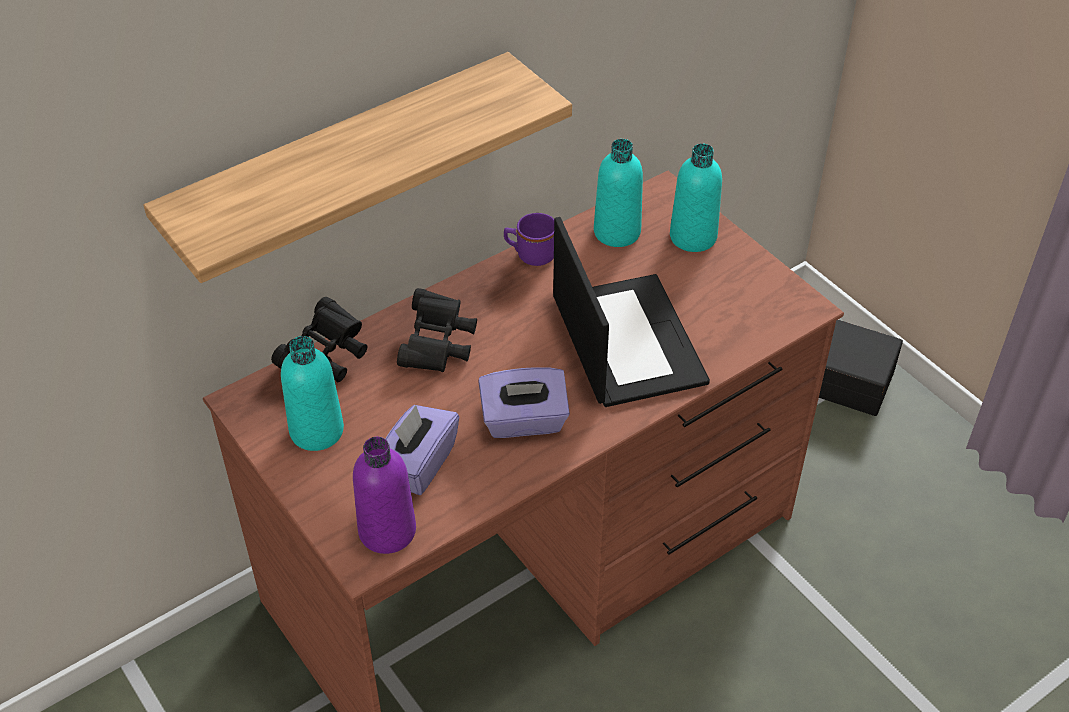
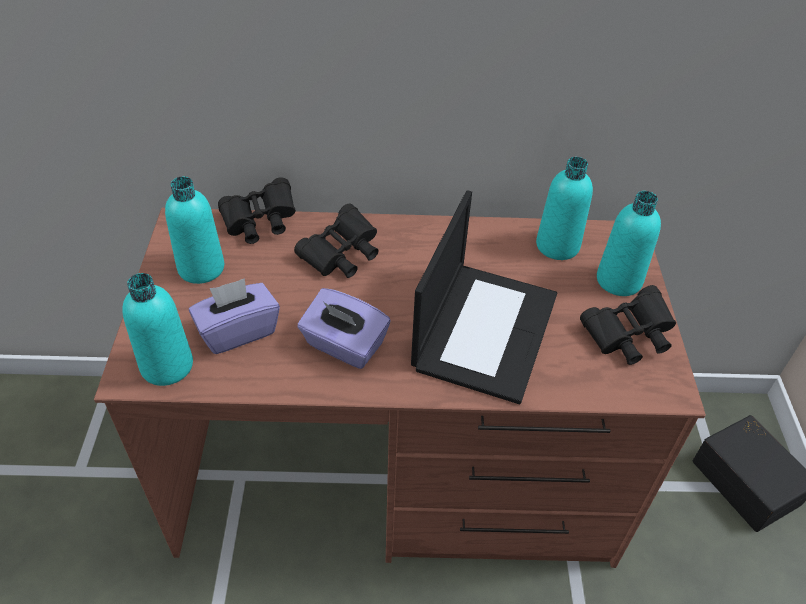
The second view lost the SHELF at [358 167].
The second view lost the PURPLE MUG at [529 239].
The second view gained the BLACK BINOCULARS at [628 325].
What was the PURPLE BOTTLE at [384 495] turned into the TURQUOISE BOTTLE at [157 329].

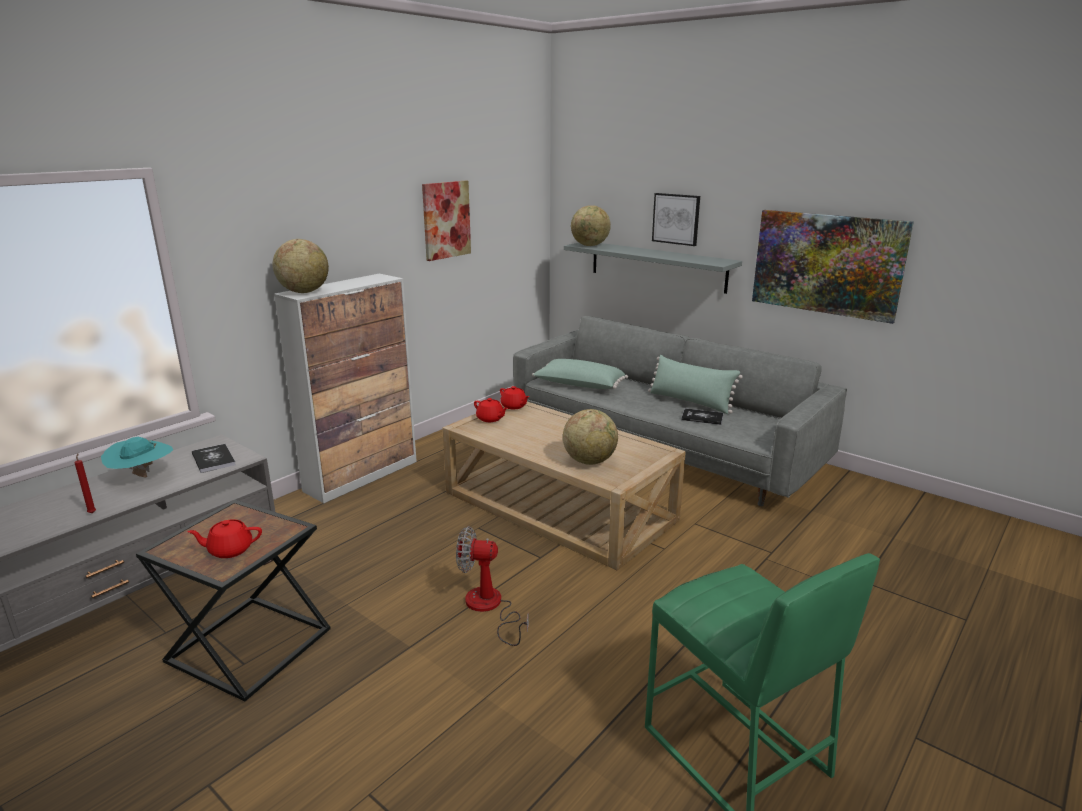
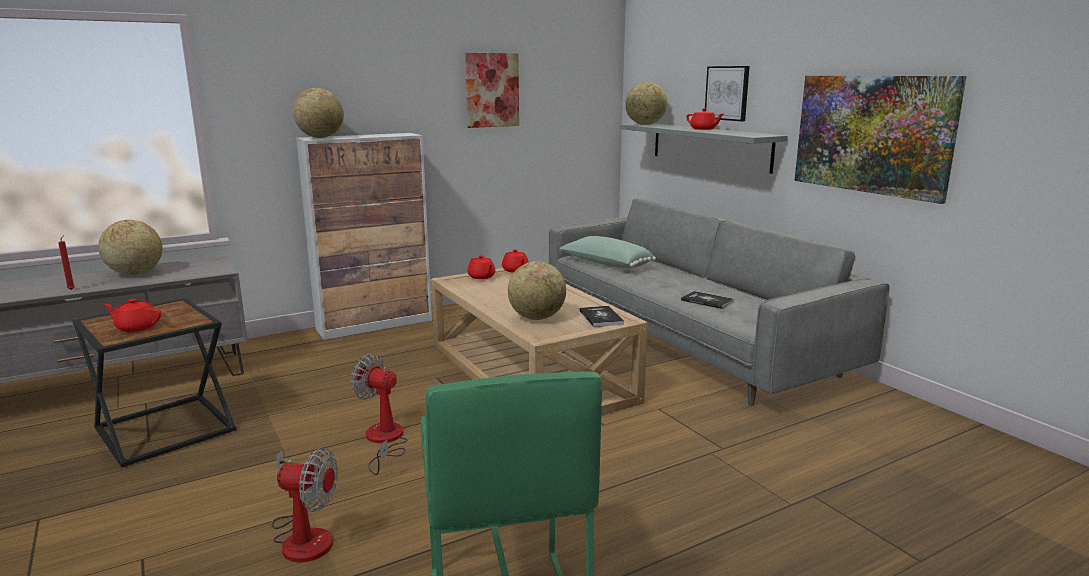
The second view lost the GREEN PILLOW at [695 384].
The second view gained the FAN at [305 505].
The second view gained the RED TEAPOT at [704 119].
The BOOK ended up elsewhere, having gone from [214 458] to [601 316].
Where the TURQUOISE HAT stood at [137 457], the GLOBE came to stand at [130 247].

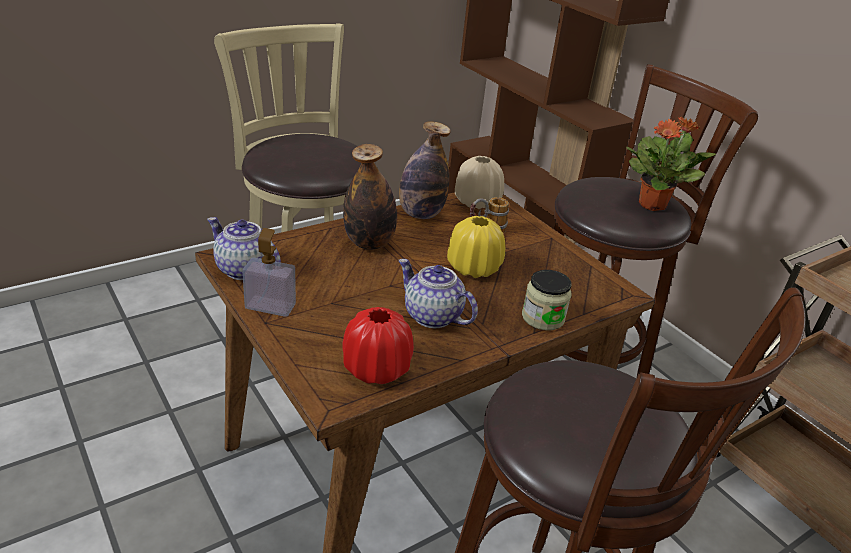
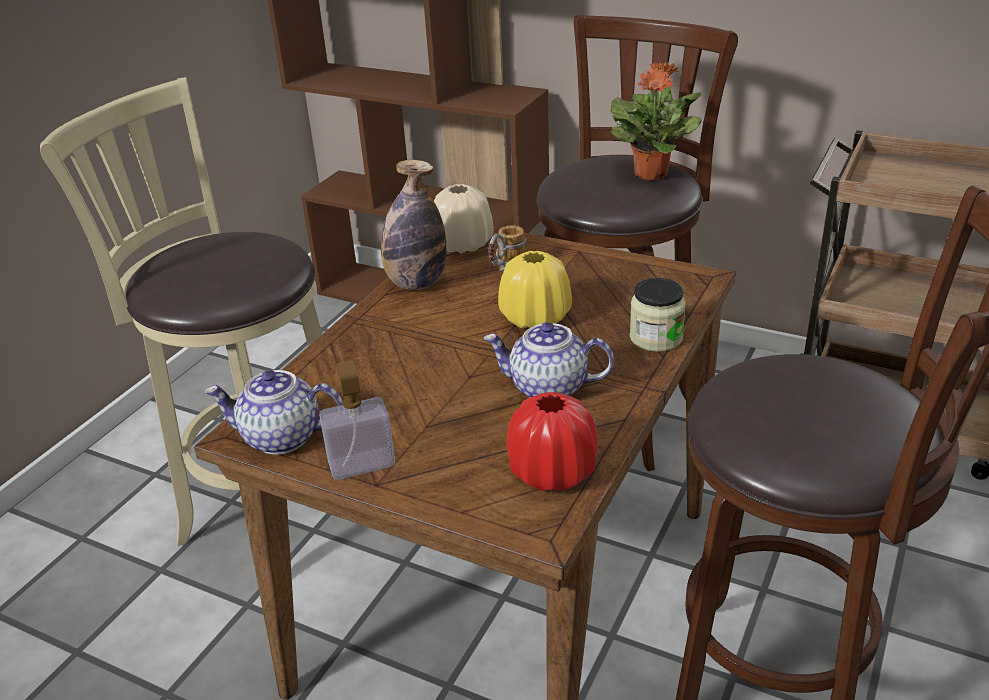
The second view lost the BOTTLE at [370 197].

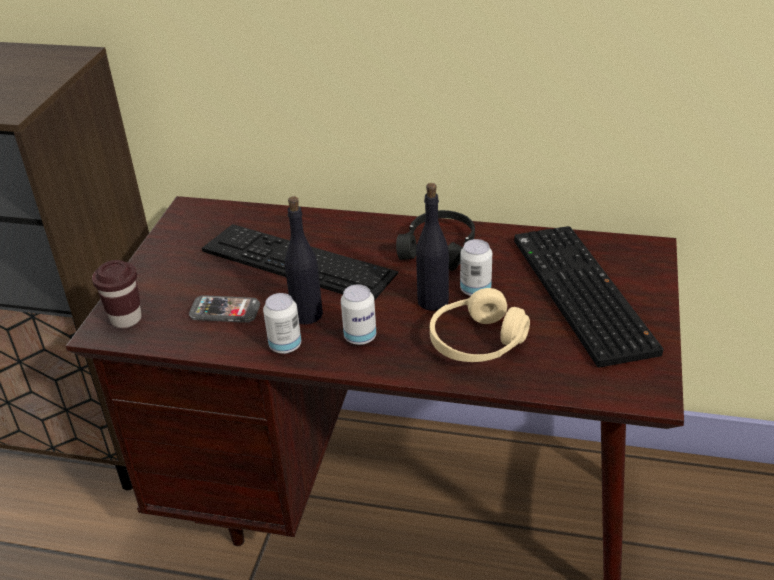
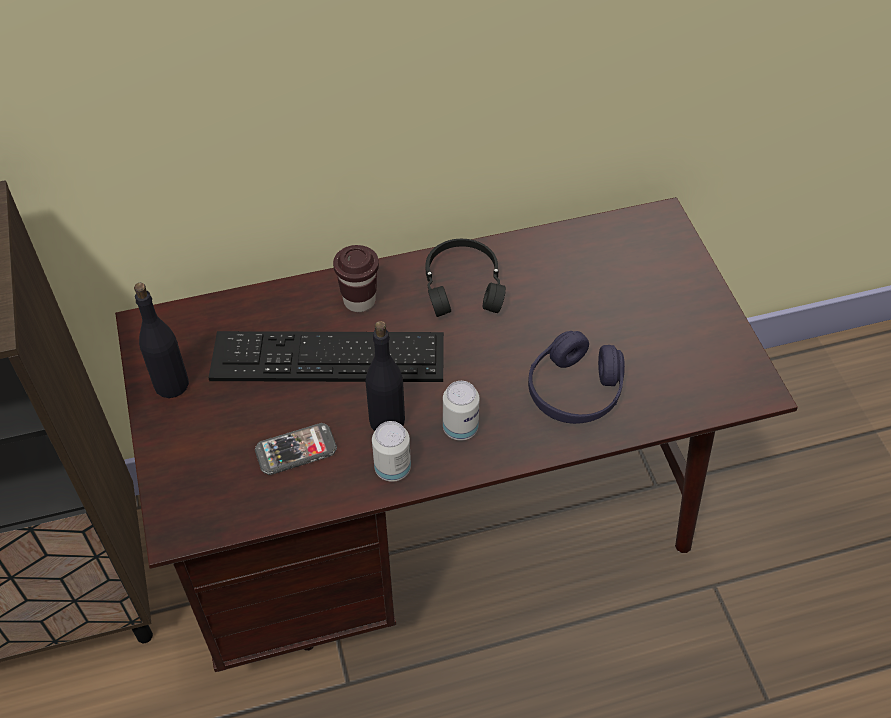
The second view lost the CAN at [476 267].
The second view lost the KEYBOARD at [589 296].
The BROWN CUP ended up elsewhere, having gone from [117 294] to [356 278].
The BLACK BOTTLE ended up elsewhere, having gone from [432 247] to [161 340].
What was the BEIGE HEADPHONES at [480 325] turned into the PURPLE HEADPHONES at [576 377].

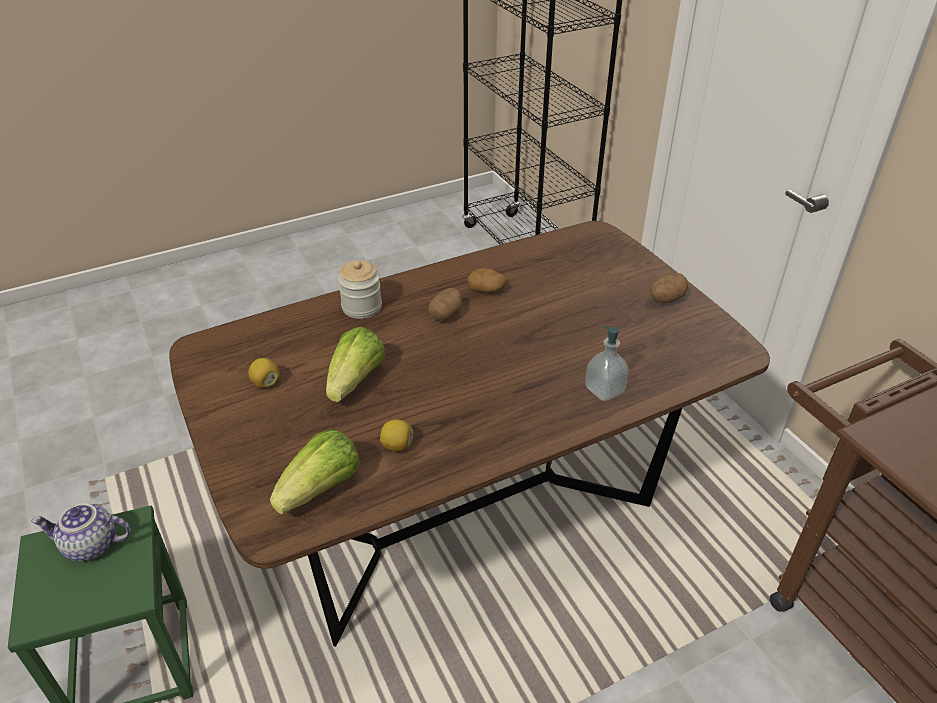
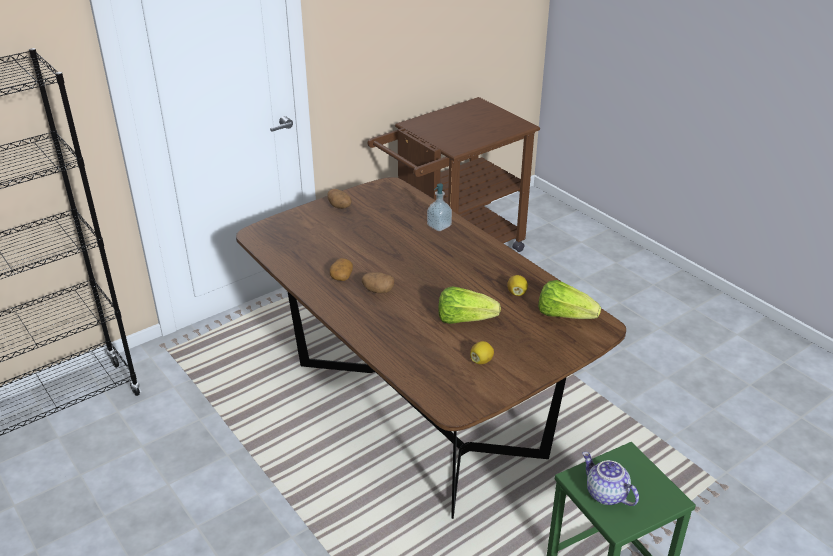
The second view lost the JAR at [360 289].
The TEAPOT at [81 532] ended up facing another way, 150 degrees clockwise from before.

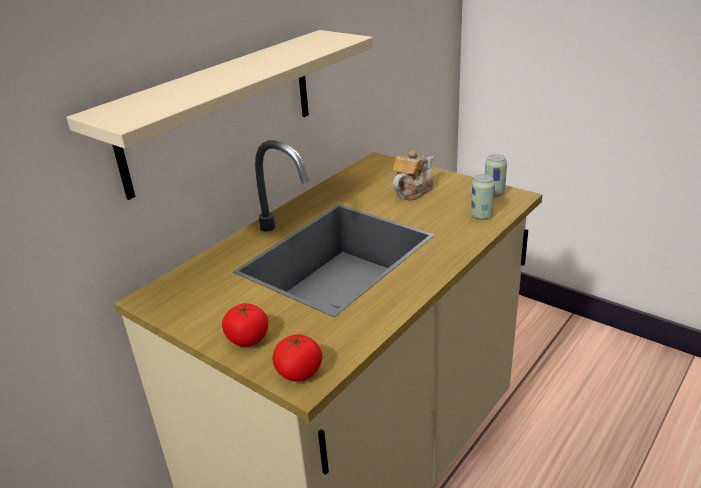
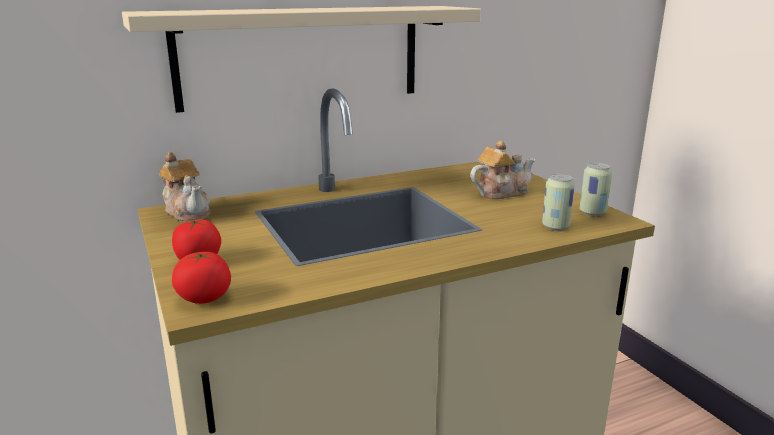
The second view gained the TEAPOT at [185 187].

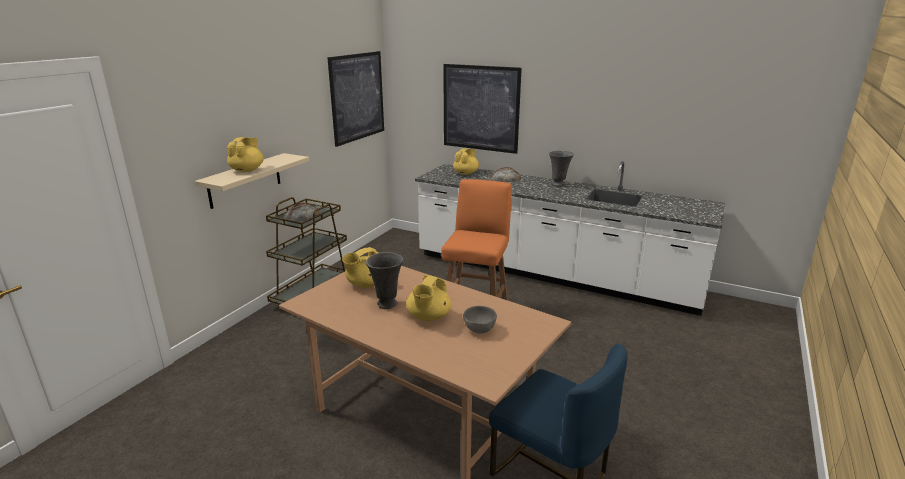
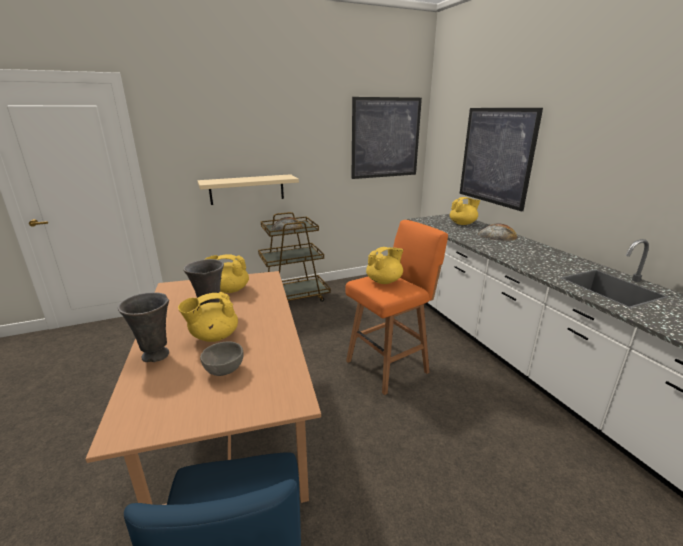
The YELLOW TEAPOT ended up elsewhere, having gone from [245 154] to [384 265].
The GREY VASE ended up elsewhere, having gone from [561 168] to [143 327].

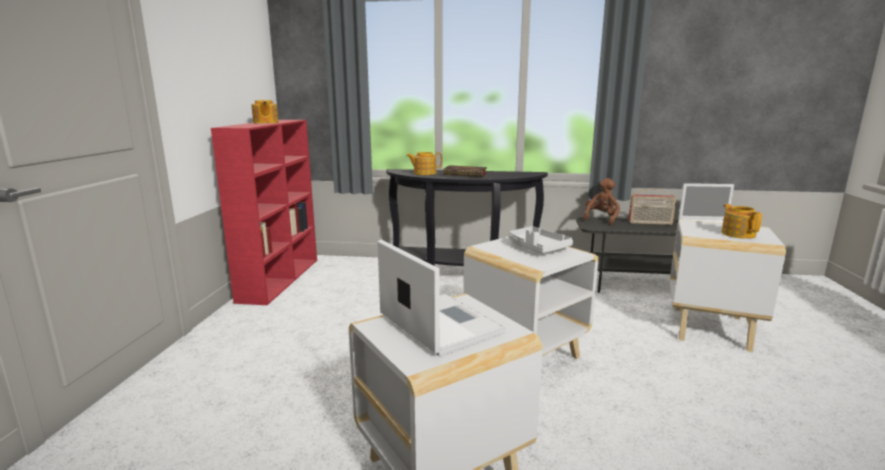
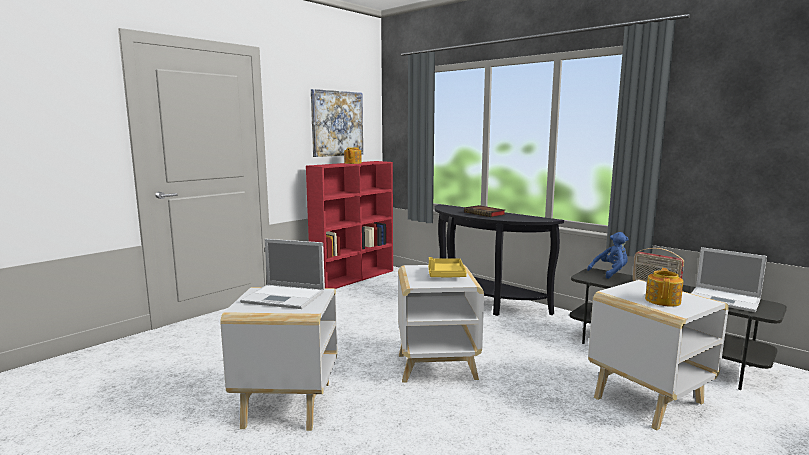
The second view lost the TEAPOT at [424 163].
The second view gained the PICTURE at [337 123].
What was the GREY TRAY at [541 239] turned into the YELLOW TRAY at [447 267].
What was the BROWN PLUSH TOY at [602 201] turned into the BLUE PLUSH TOY at [608 255].
The LAPTOP at [441 298] ended up facing another way, 105 degrees clockwise from before.

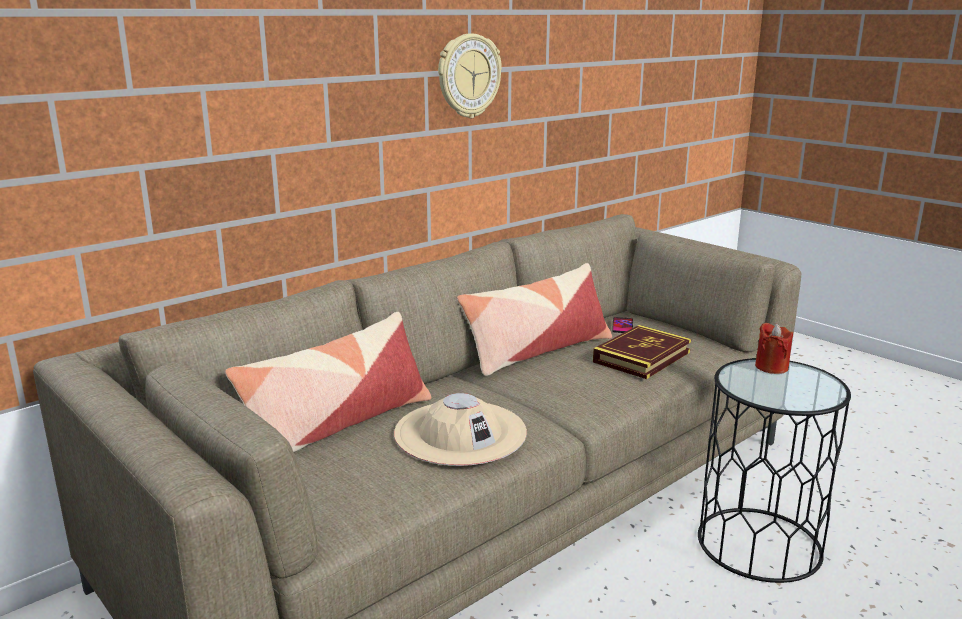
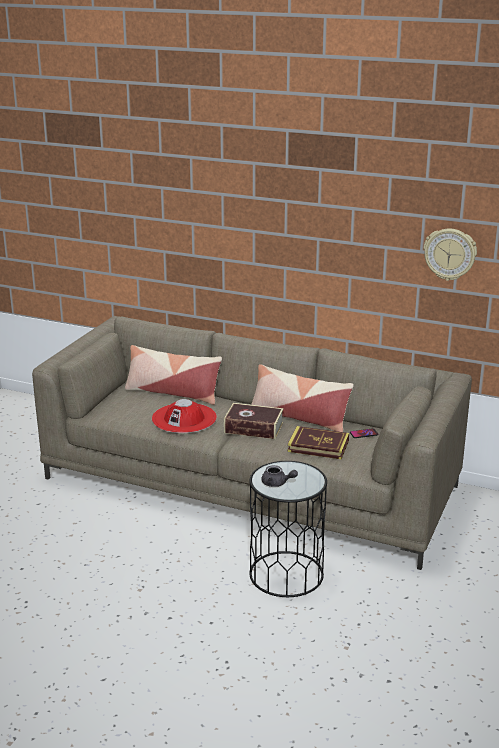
The second view lost the RED CANDLE at [774 348].
The second view gained the BOOK at [254 421].
The second view gained the GREY TEAPOT at [280 476].
The WALL CLOCK ended up elsewhere, having gone from [470 75] to [450 255].
What was the BEIGE HAT at [460 429] turned into the RED HAT at [184 416].

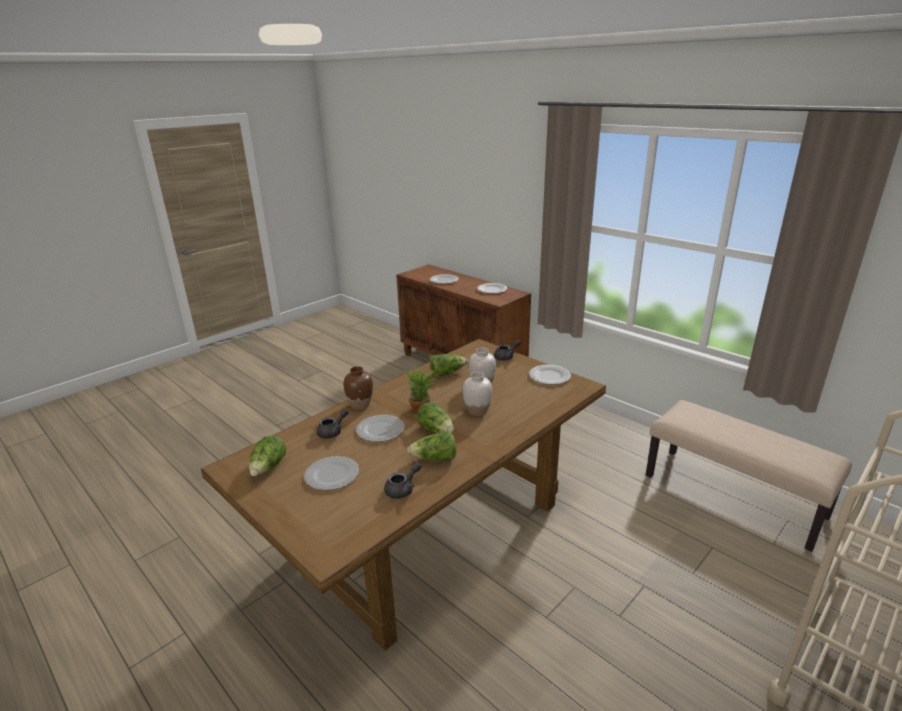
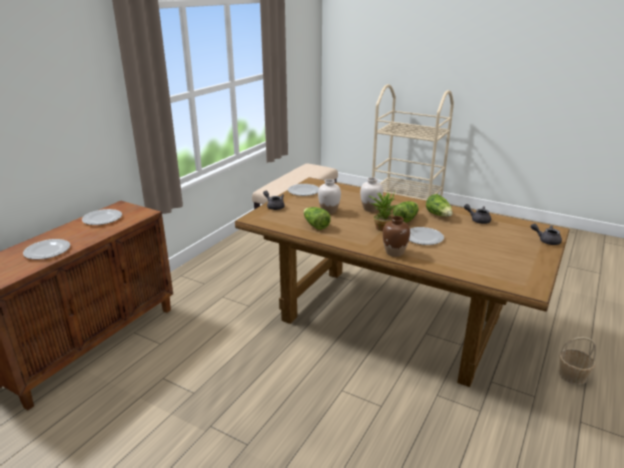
The second view lost the LETTUCE at [267 456].
The second view lost the PLATE at [331 473].
The second view gained the BASKET at [577 361].
The GREY TEAPOT ended up elsewhere, having gone from [333 423] to [546 234].

